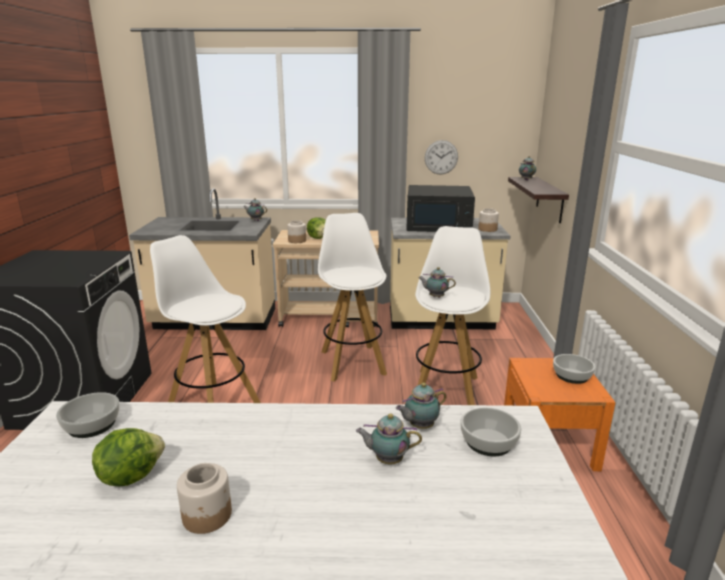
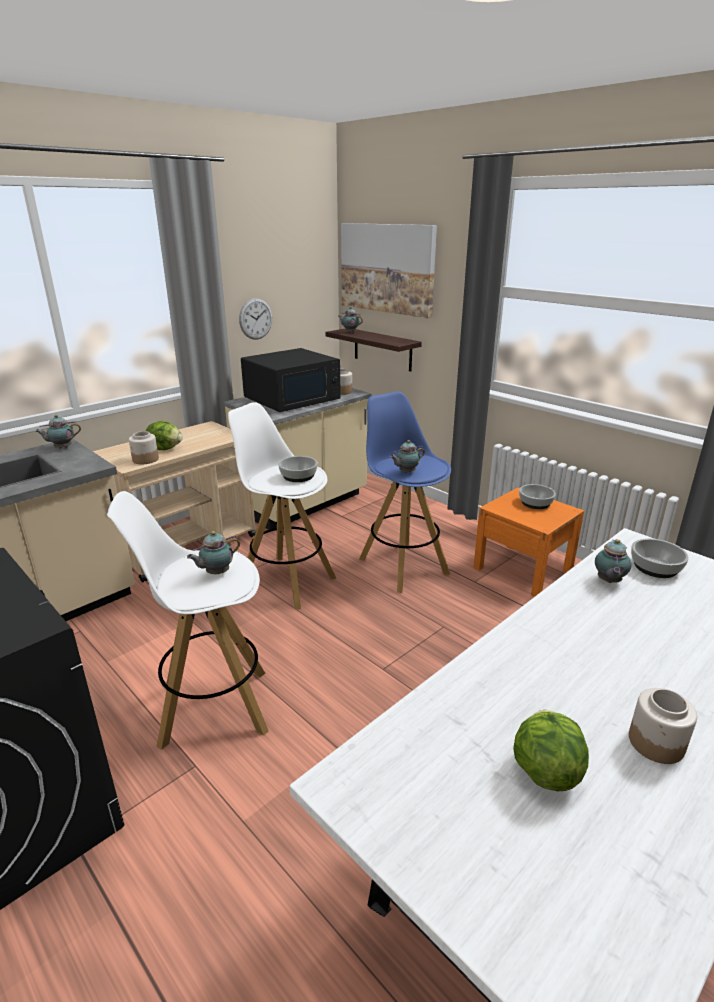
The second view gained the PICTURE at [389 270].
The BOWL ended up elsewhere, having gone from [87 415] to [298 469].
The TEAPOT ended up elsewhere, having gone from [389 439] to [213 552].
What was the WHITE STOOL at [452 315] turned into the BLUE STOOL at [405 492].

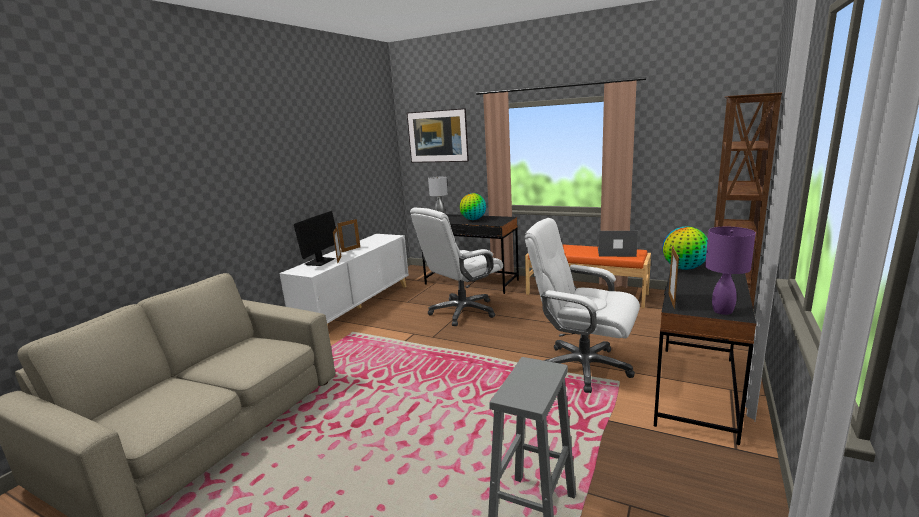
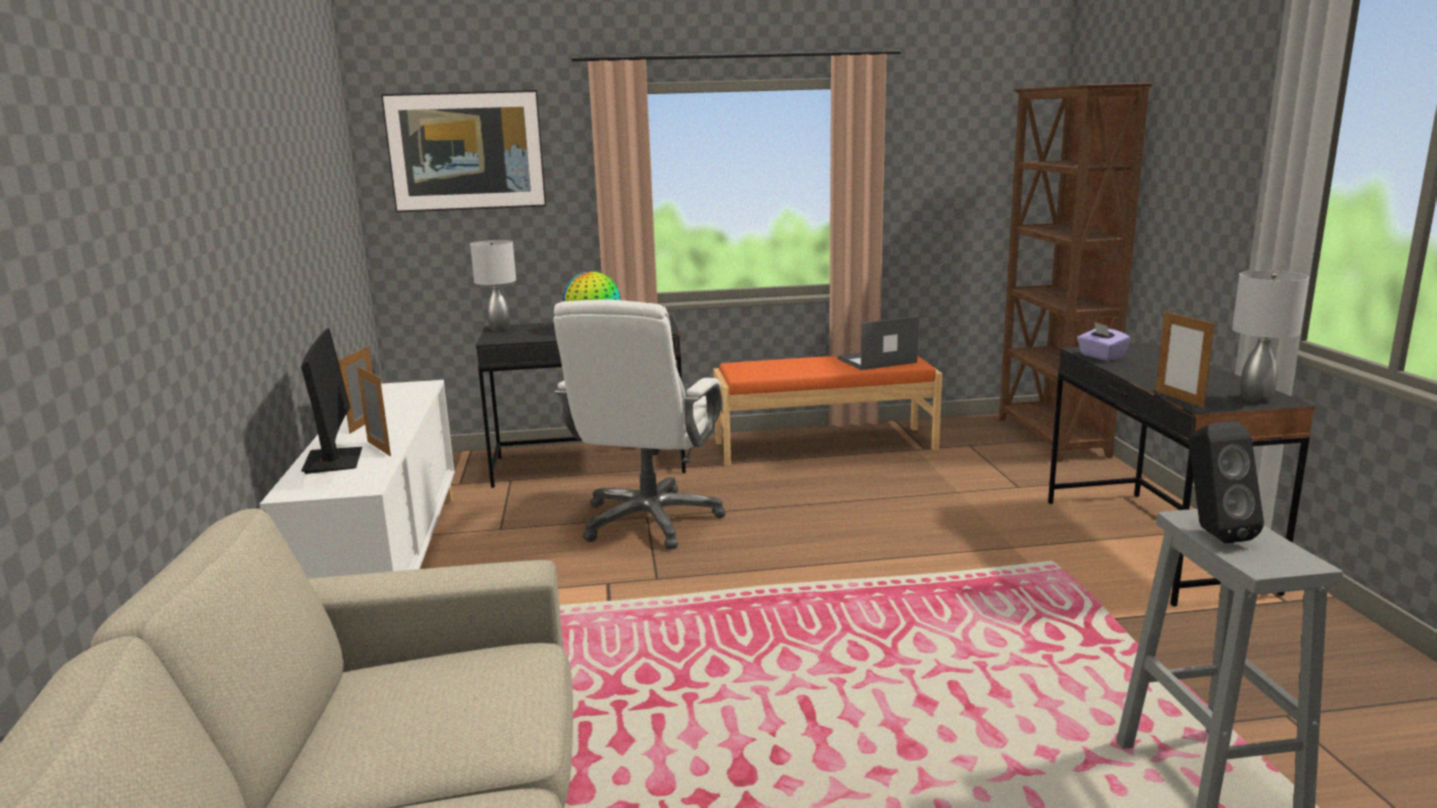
The second view lost the WHITE OFFICE CHAIR at [582 305].
The second view gained the BLACK SPEAKER at [1226 483].
Where the GLOBE stood at [685 248], the PURPLE TISSUE BOX came to stand at [1103 341].
What was the PURPLE TABLE LAMP at [730 271] turned into the GREY TABLE LAMP at [1270 337].

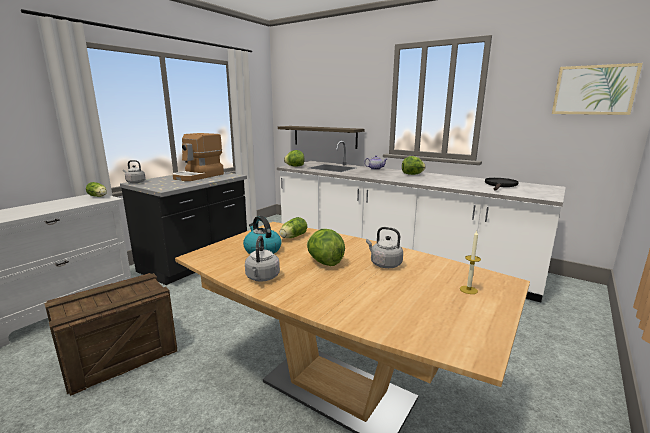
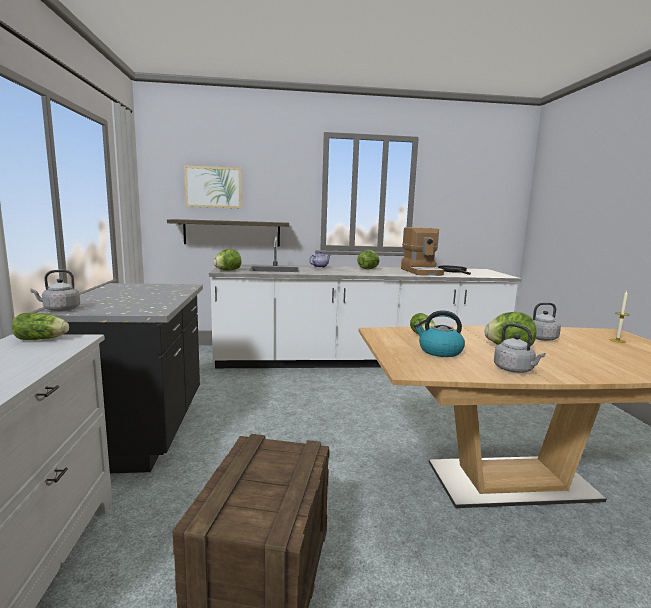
The COFFEE MACHINE ended up elsewhere, having gone from [198 157] to [422 251].
The PICTURE ended up elsewhere, having gone from [597 89] to [213 186].

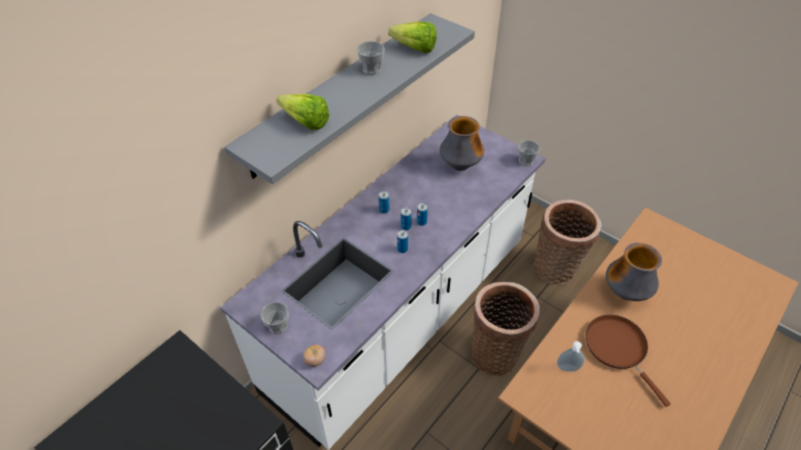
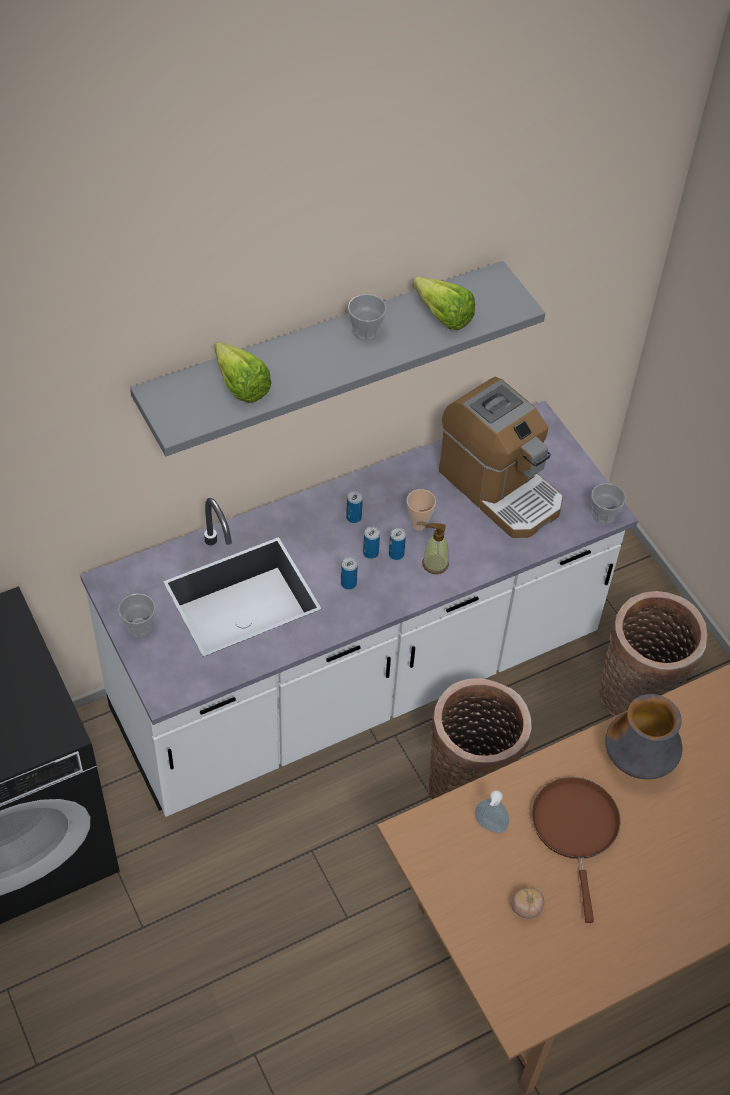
The second view gained the CUP at [421 510].
The second view gained the SOAP DISPENSER at [435 548].
The TOMATO ended up elsewhere, having gone from [314 356] to [528 903].
Where the VASE stood at [462 143], the COFFEE MACHINE came to stand at [501 457].

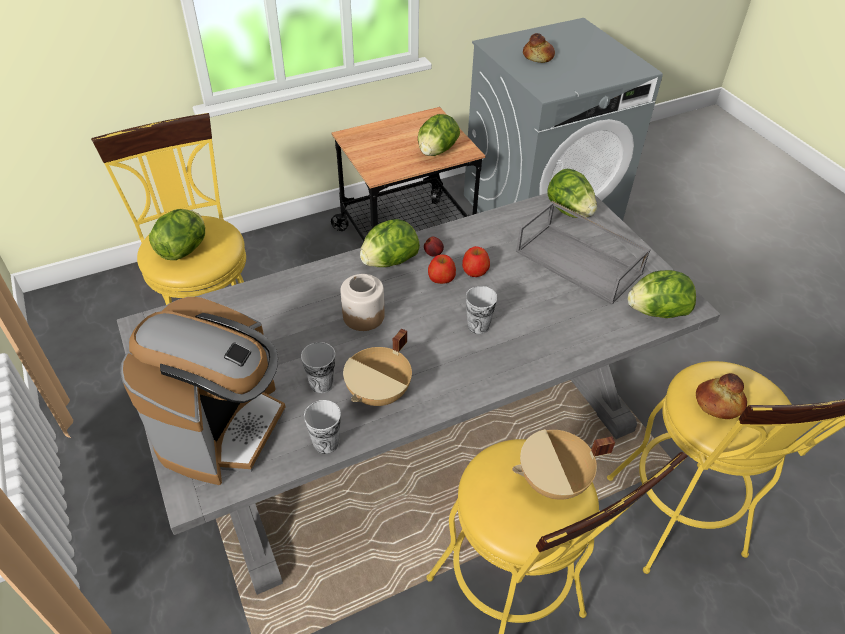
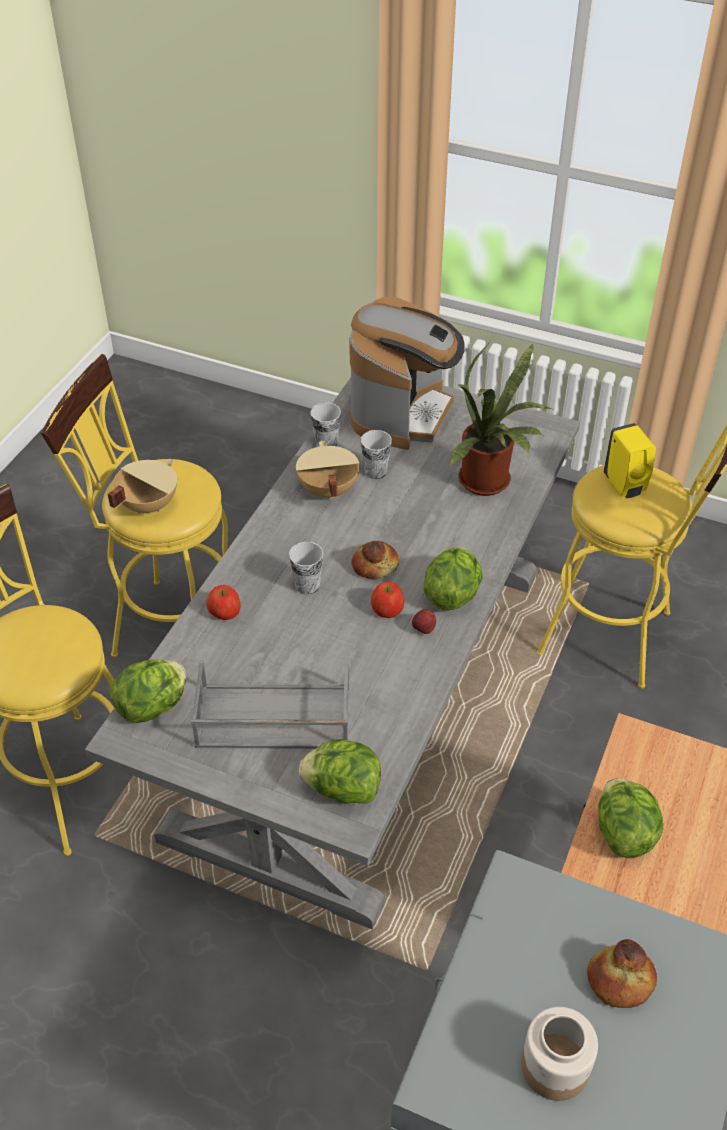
The second view gained the POTTED PLANT at [500 419].
The JAR ended up elsewhere, having gone from [363 302] to [559 1054].
The APPLE ended up elsewhere, having gone from [476 261] to [223 602].
The BREAD ended up elsewhere, having gone from [721 396] to [375 560].
Where the LETTUCE stood at [177 234], the YELLOW SOAP DISPENSER came to stand at [629 460].
The COFFEE MACHINE at [202 391] ended up facing another way, 135 degrees counterclockwise from before.

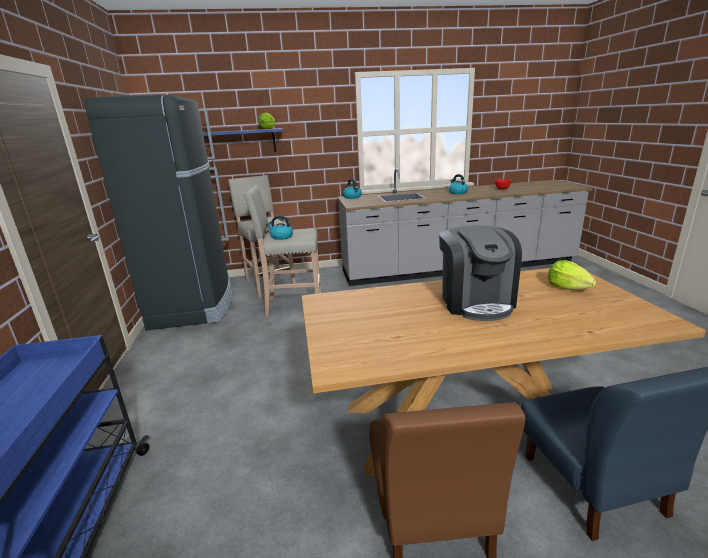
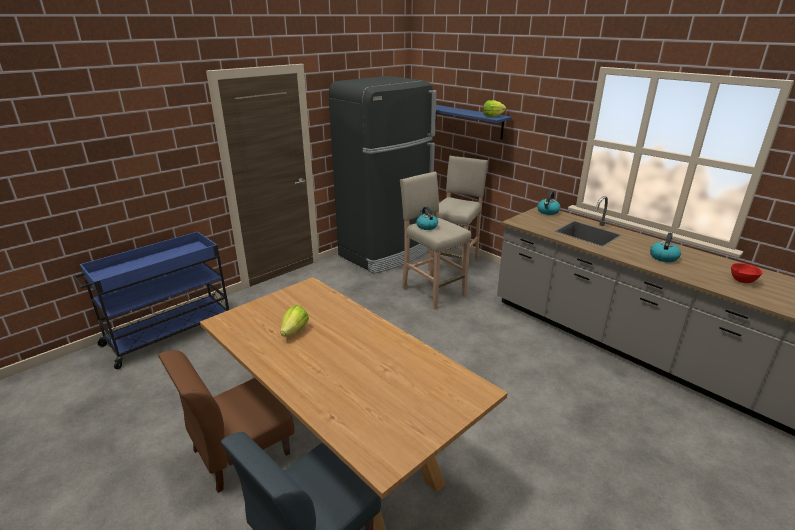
The second view lost the COFFEE MACHINE at [480 273].
The LETTUCE ended up elsewhere, having gone from [572 275] to [295 321].

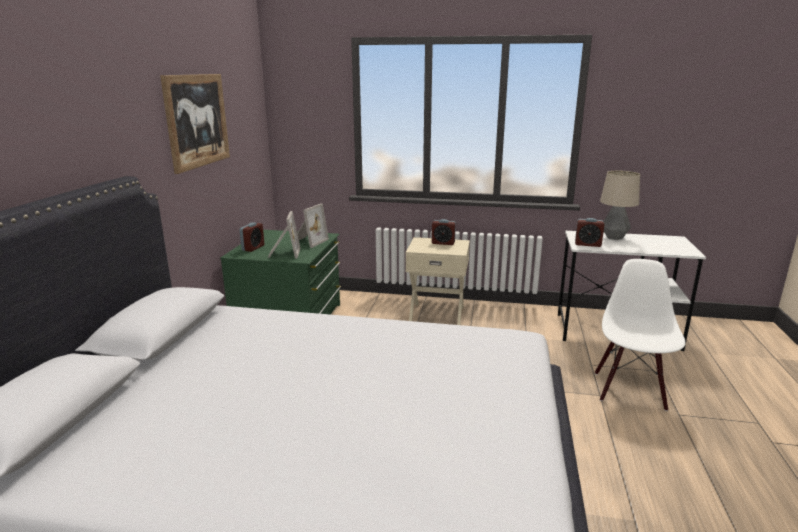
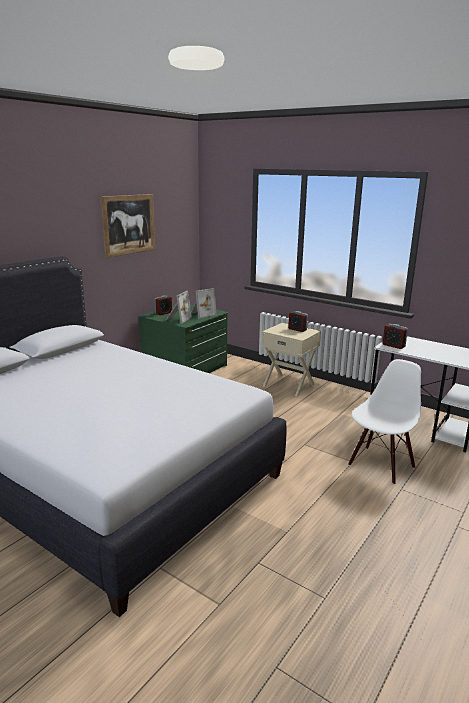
The second view lost the TABLE LAMP at [620 205].

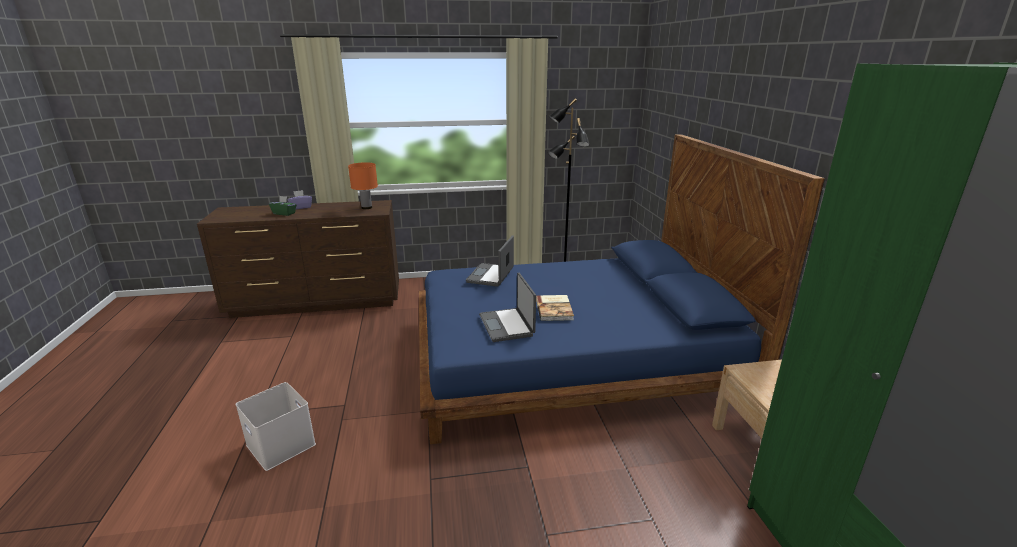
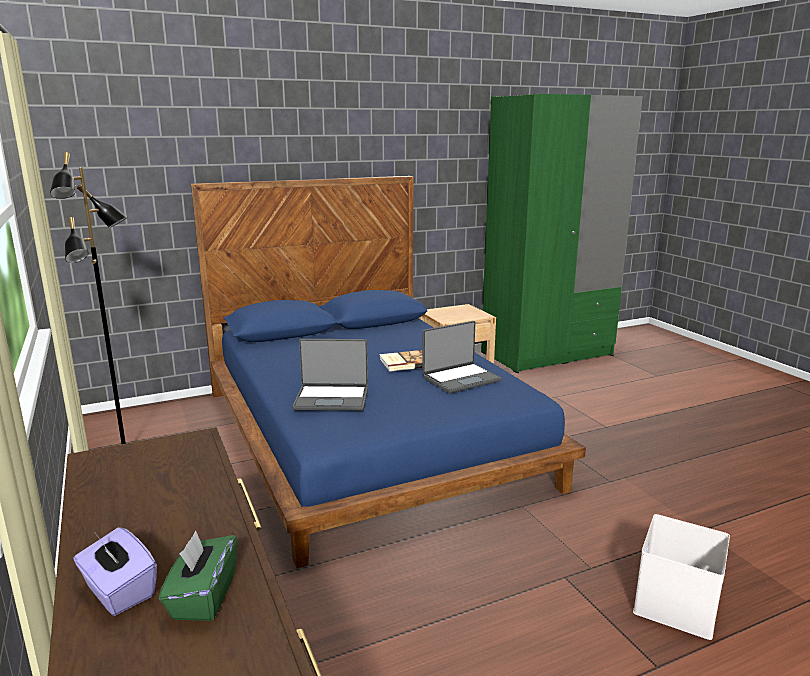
The second view lost the ORANGE TABLE LAMP at [363 185].

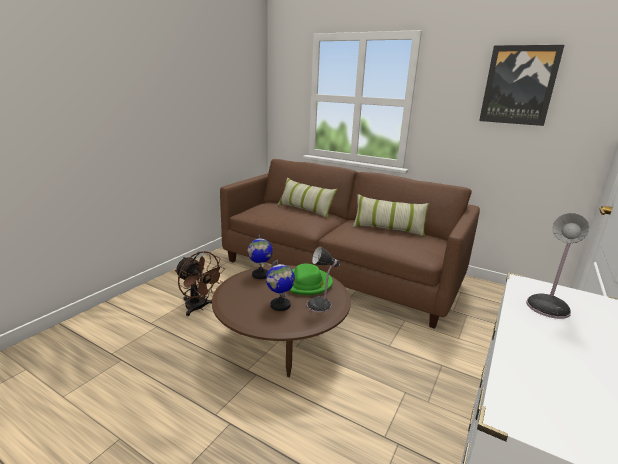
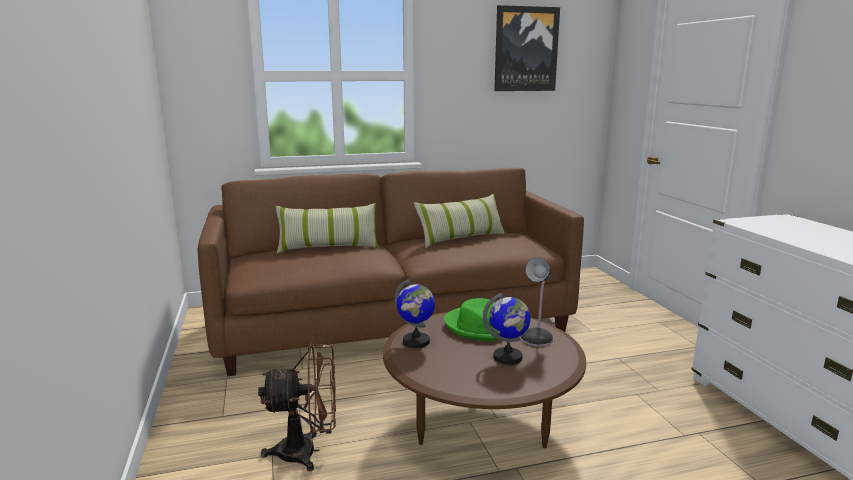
The second view lost the TABLE LAMP at [557 266].

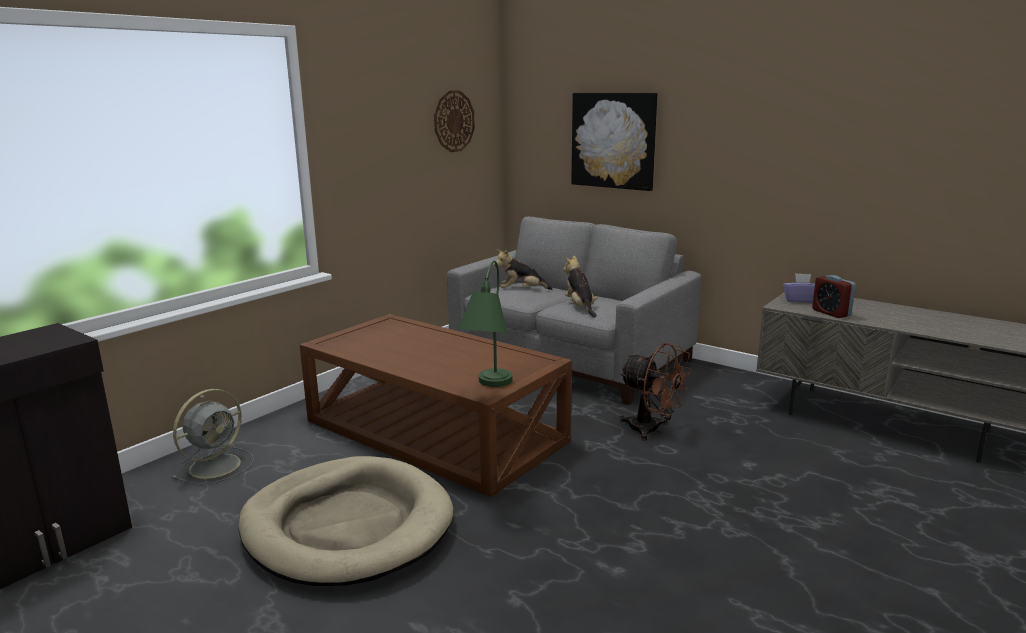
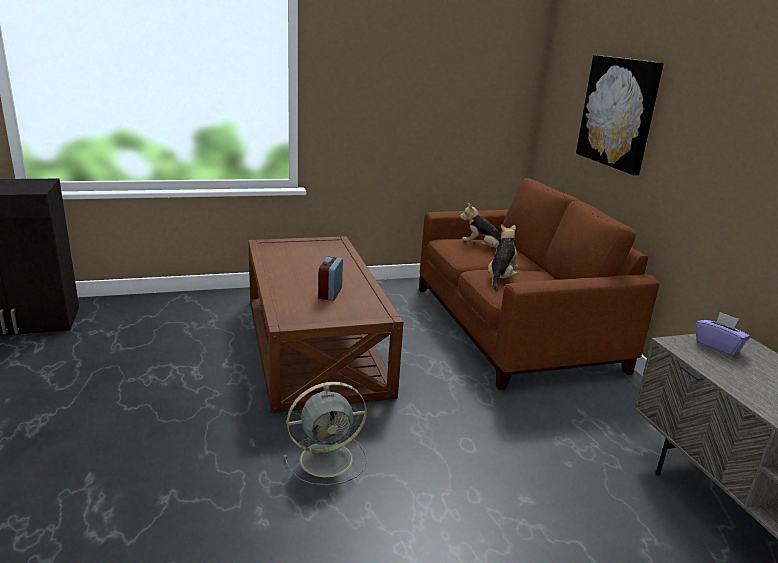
The second view lost the BEIGE DOG BED at [345 521].
The second view lost the WALL CLOCK at [454 121].
The second view lost the GREEN TABLE LAMP at [485 324].
The second view lost the BROWN FAN at [655 392].
The GREY FAN ended up elsewhere, having gone from [213 436] to [325 433].
The ALARM CLOCK ended up elsewhere, having gone from [834 296] to [330 279].
What was the GREY SOFA at [574 311] turned into the BROWN SOFA at [539 284].

